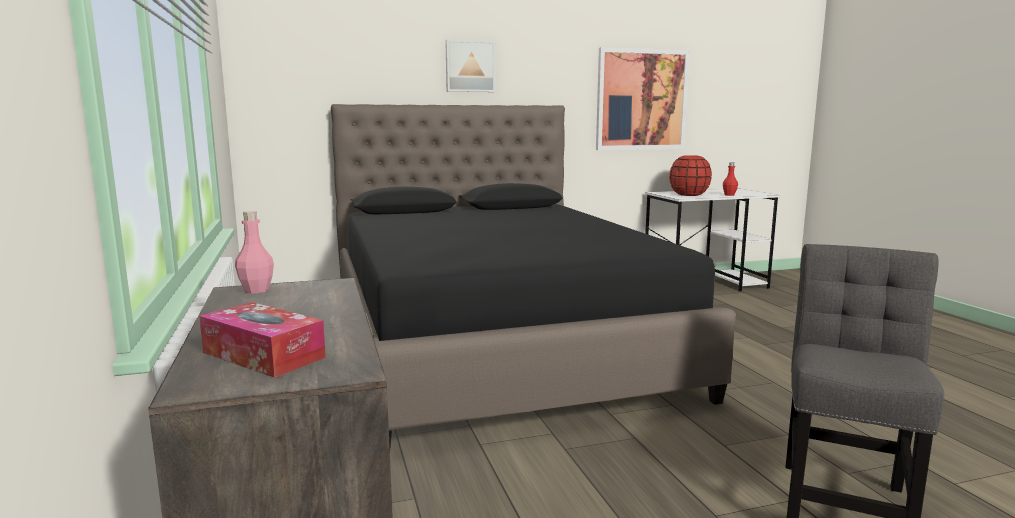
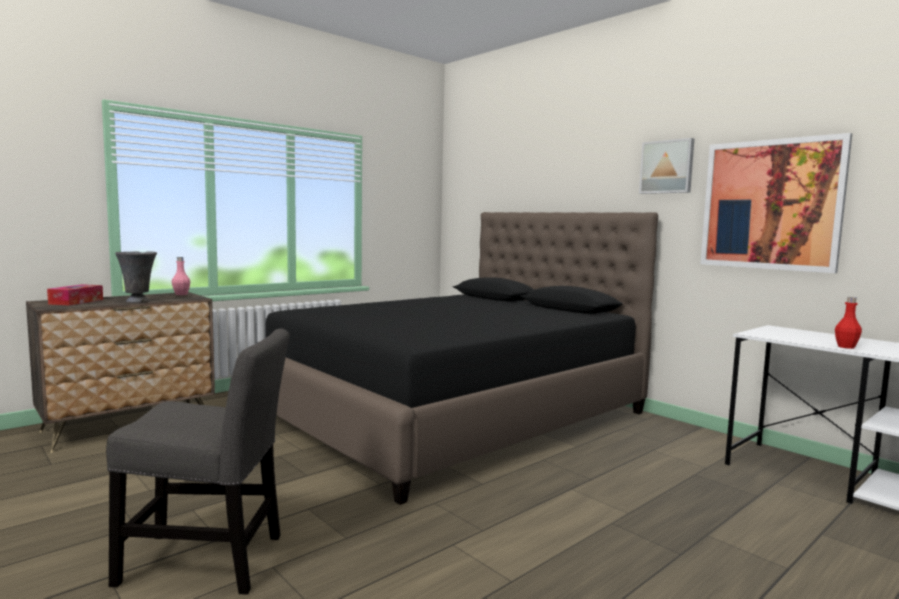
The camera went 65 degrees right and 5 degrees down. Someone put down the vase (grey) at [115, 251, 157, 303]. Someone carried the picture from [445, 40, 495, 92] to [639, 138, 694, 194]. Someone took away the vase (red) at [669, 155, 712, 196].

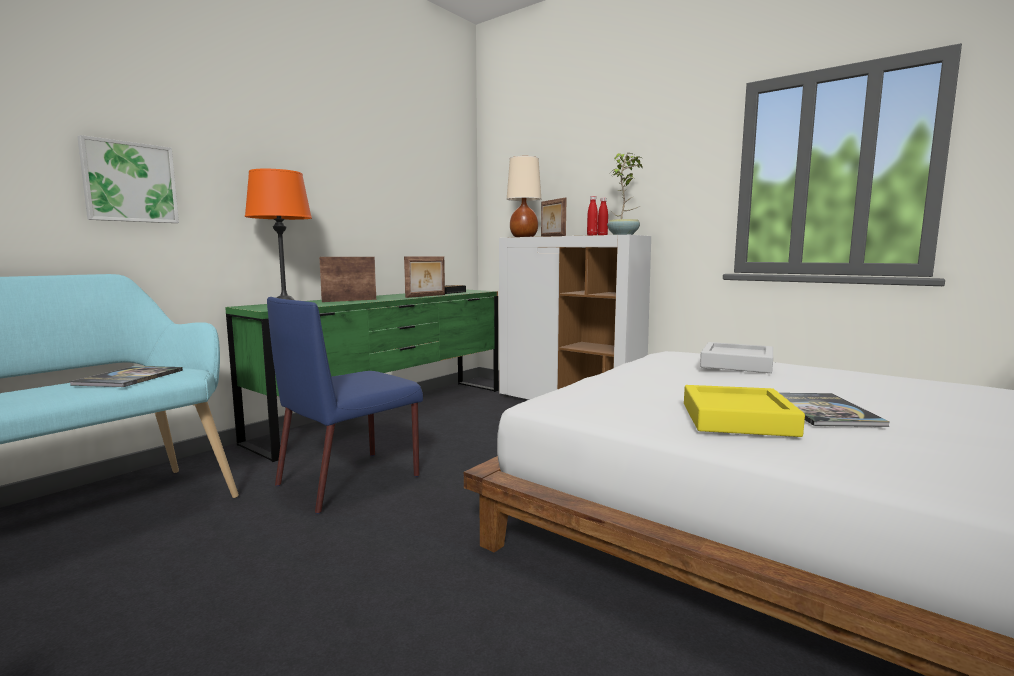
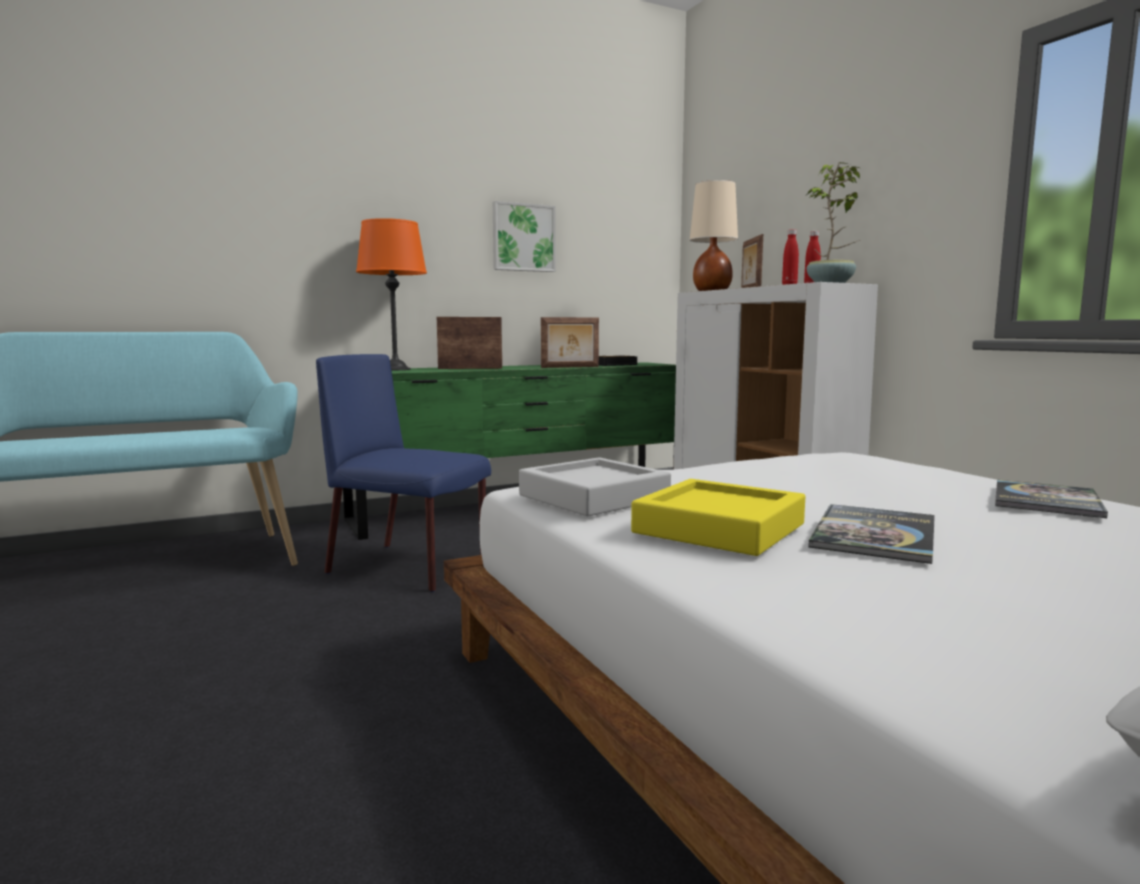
The camera went 25 degrees right and 0 degrees up. Someone rotated the chair (blue) at [267, 297, 423, 514] by 45 degrees clockwise. Someone carried the picture from [77, 135, 179, 223] to [493, 201, 556, 272]. Someone carried the tray (grey) from [700, 342, 773, 373] to [519, 457, 671, 516]. Someone carried the book from [69, 366, 183, 387] to [995, 480, 1108, 518].

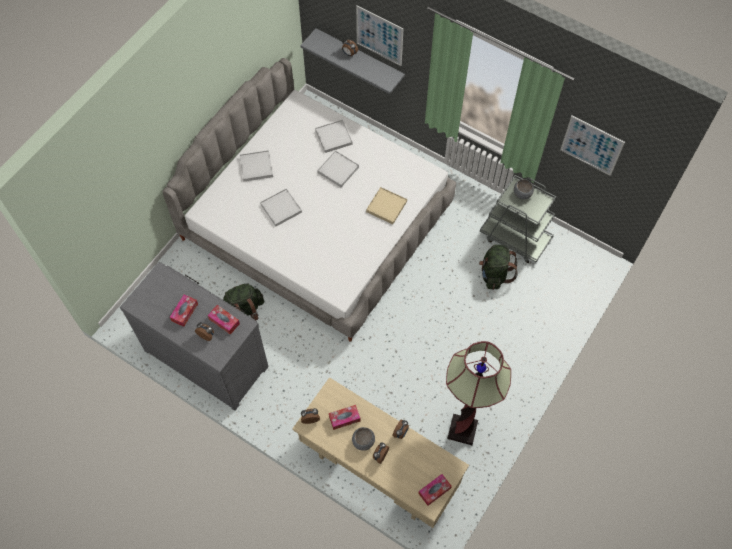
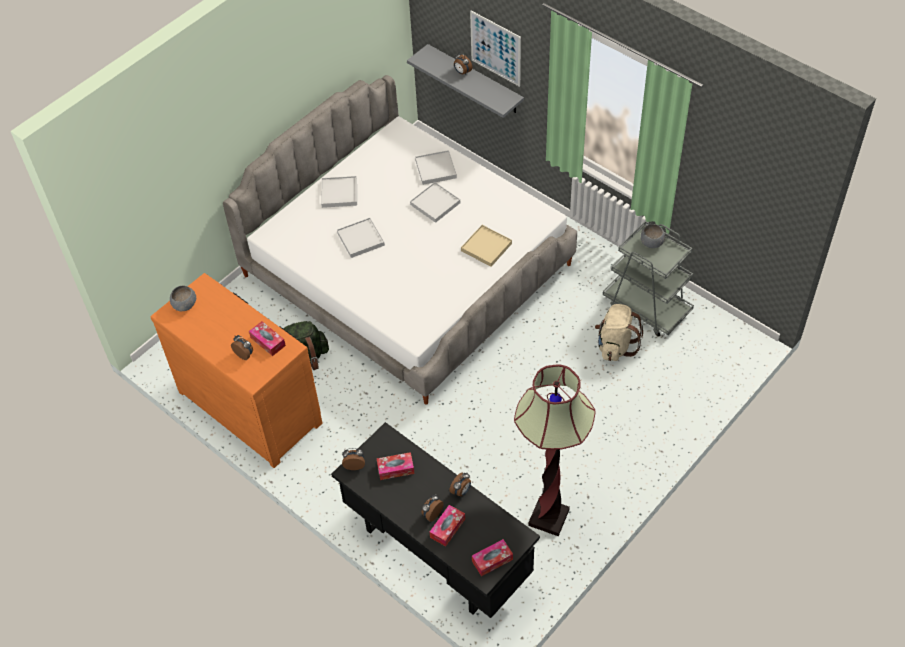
The camera went 10 degrees right and 10 degrees down. Someone repainted the dresser (grey) at [120, 262, 269, 411], which became the dresser (orange) at [151, 273, 322, 468]. Someone carried the bowl (grey) from [352, 427, 375, 451] to [170, 286, 196, 311]. Someone repainted the desk (beige) at [292, 377, 469, 528], which became the desk (black) at [331, 422, 540, 618]. Someone carried the tissue box from [170, 294, 198, 327] to [430, 505, 465, 546]. Someone repainted the backpack (green) at [479, 245, 518, 290], which became the backpack (beige) at [595, 304, 643, 361]. Someone took away the picture at [560, 116, 625, 176].

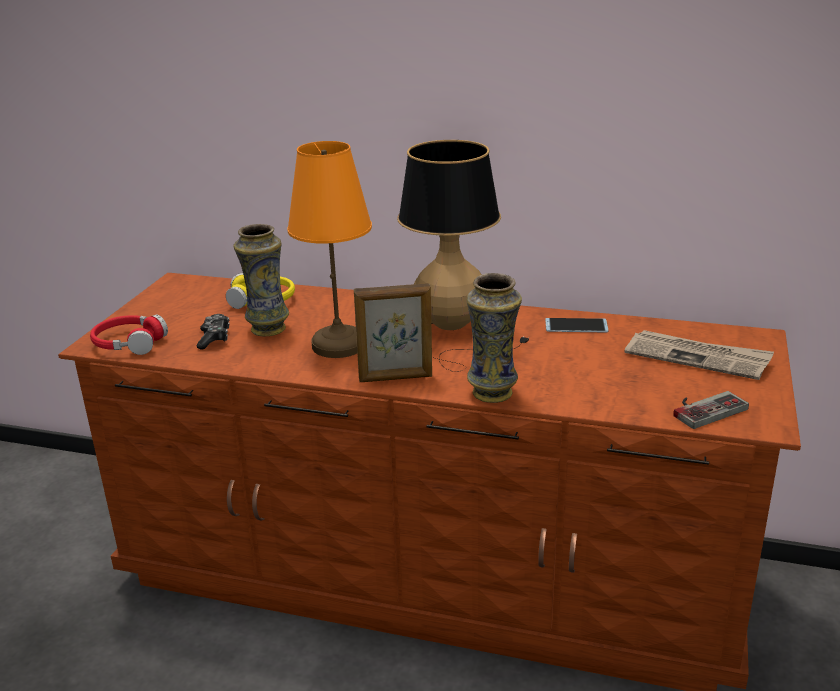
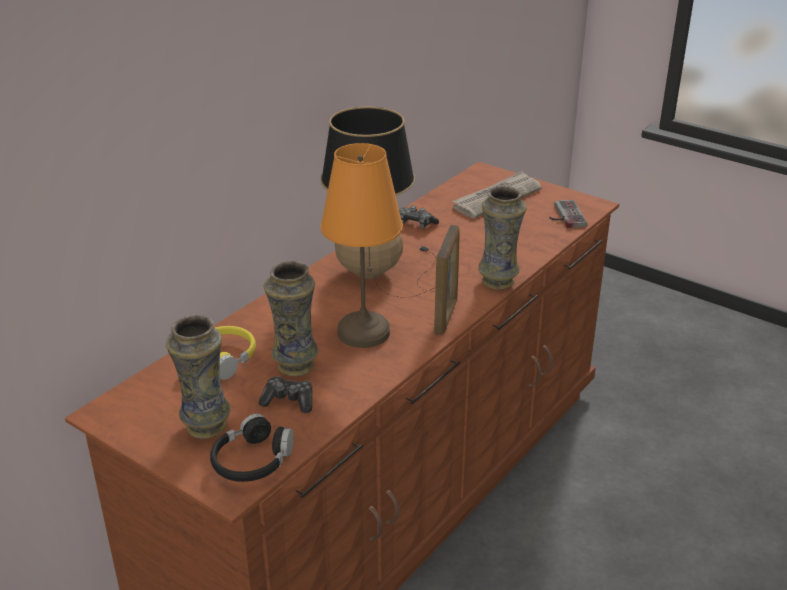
The camera went 70 degrees left and 5 degrees up. Someone put down the vase at [166, 315, 230, 439]. Someone repainted the headphones (red) at [90, 314, 168, 355], which became the headphones (black) at [210, 414, 294, 482]. Someone swapped the phone at [545, 318, 608, 332] for the game controller at [399, 206, 439, 228].

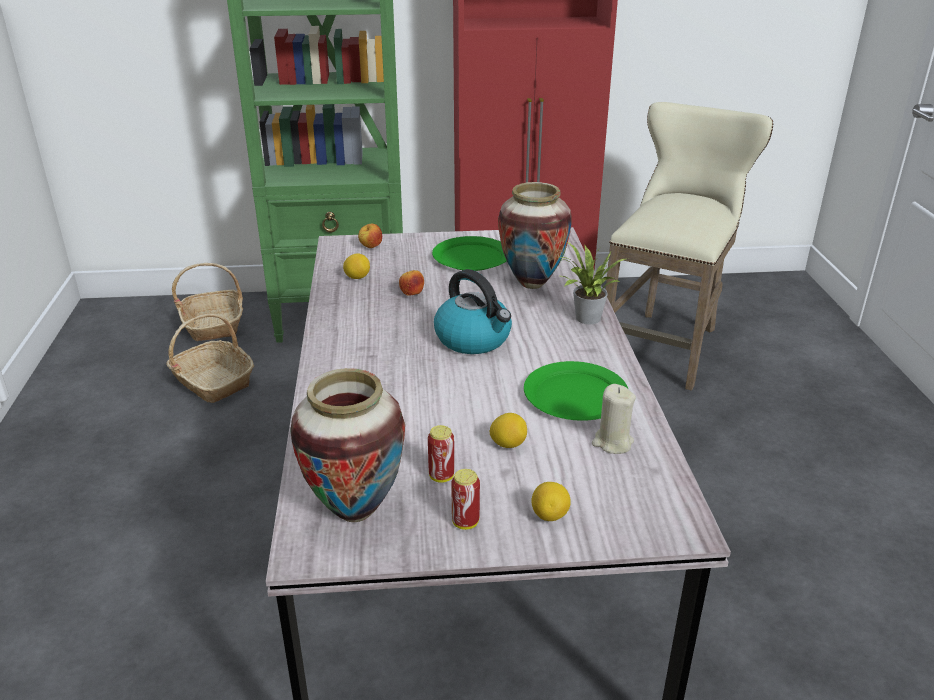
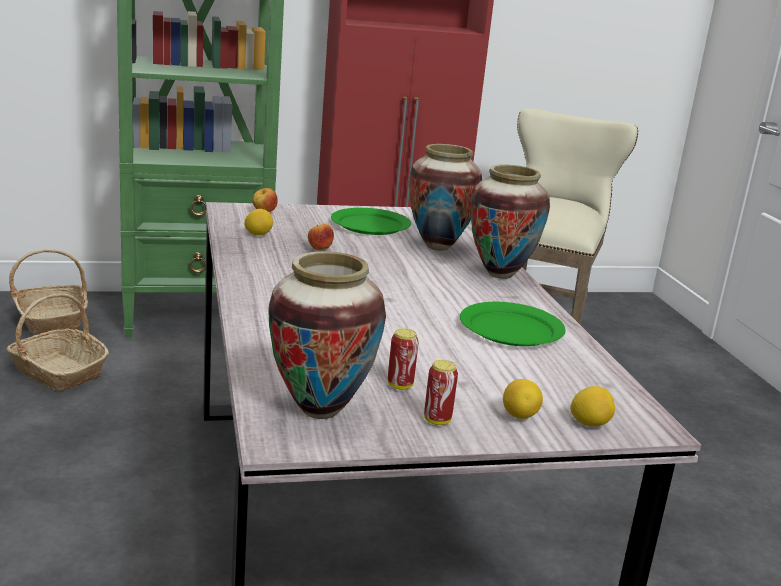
The camera went 10 degrees left and 10 degrees down. Someone swapped the potted plant at [561, 242, 626, 324] for the vase at [471, 165, 550, 279]. Someone carried the lemon from [490, 413, 527, 448] to [570, 386, 615, 426]. Someone took away the kettle at [434, 269, 512, 354]. Someone took away the candle (beige) at [592, 384, 636, 454].

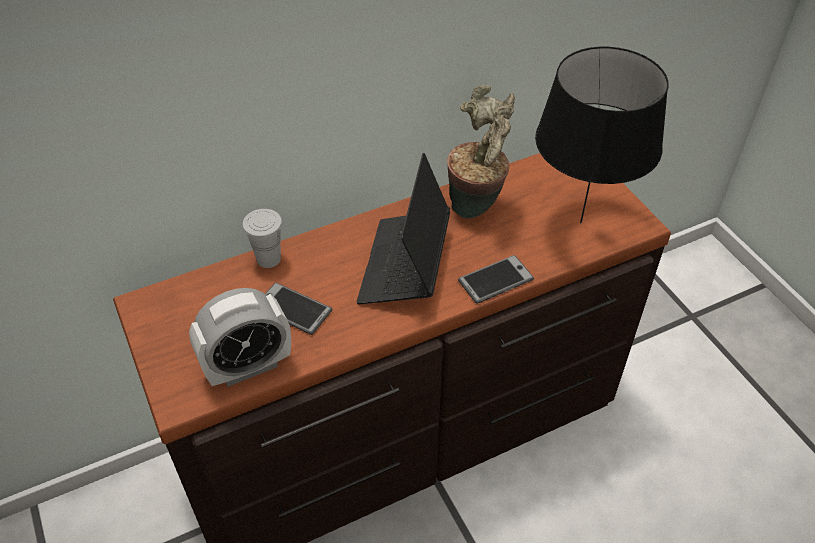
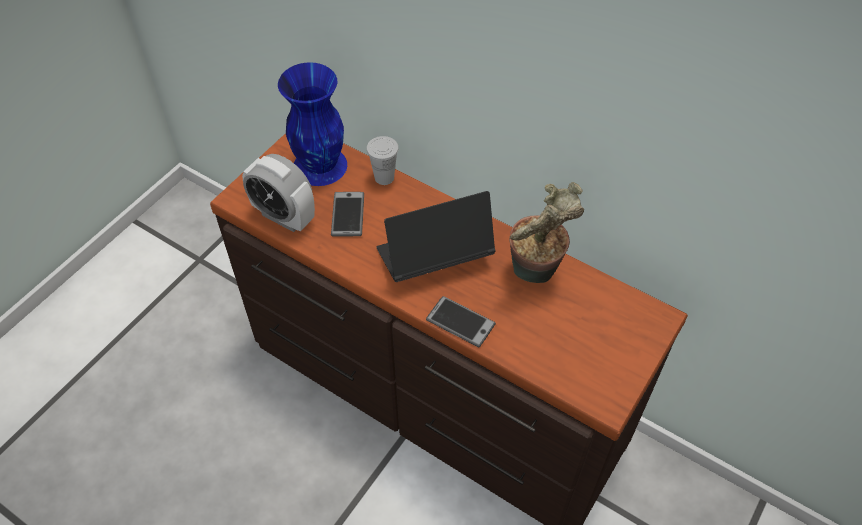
The camera went 60 degrees right and 5 degrees up. Someone put down the vase (blue) at [278, 62, 347, 186]. Someone took away the table lamp (black) at [535, 47, 669, 223].

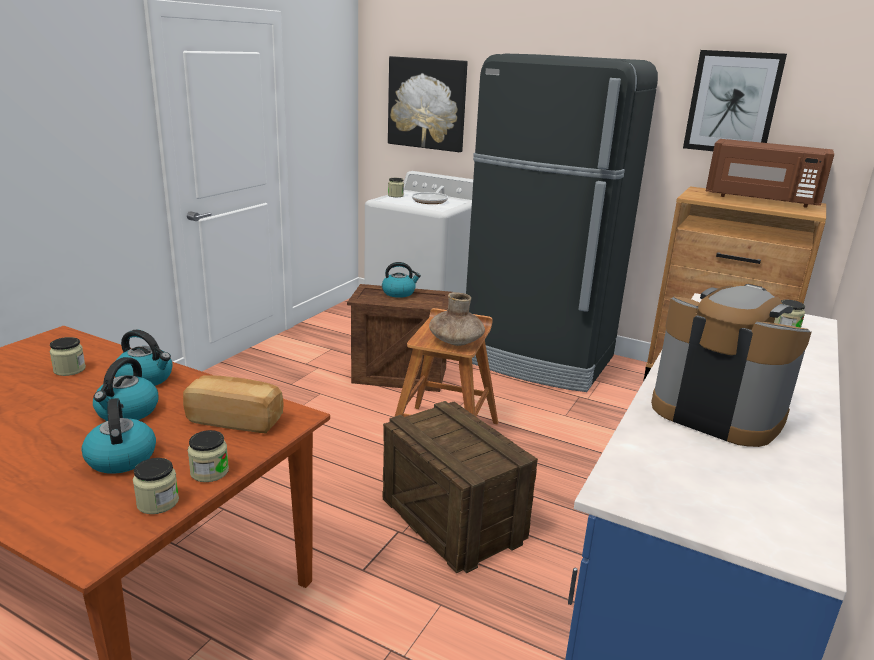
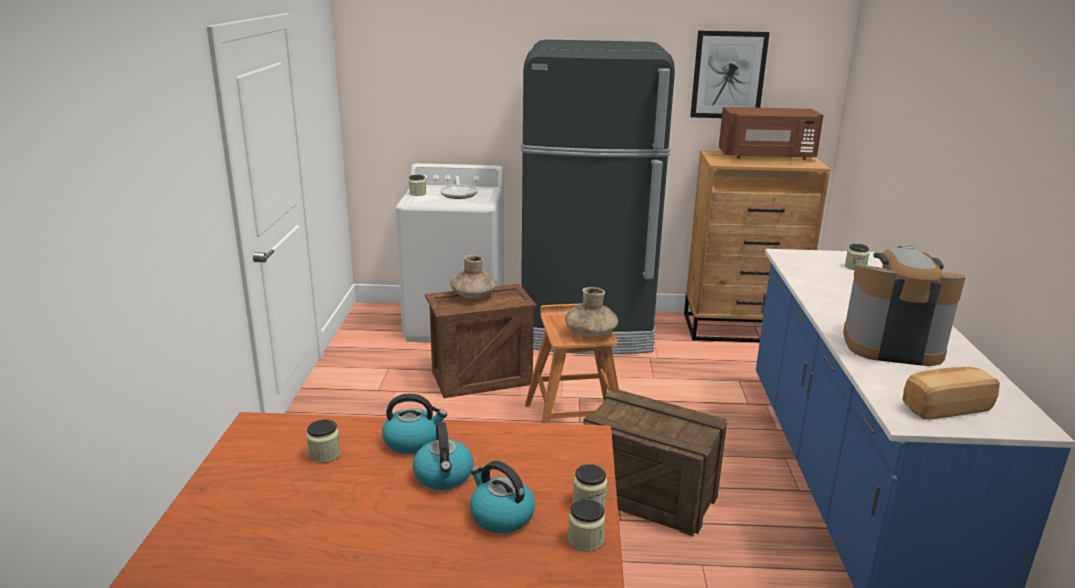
The camera went 25 degrees left and 0 degrees up. Someone swapped the kettle at [382, 262, 421, 298] for the vase (brown) at [450, 255, 496, 299]. Someone carried the bread from [183, 375, 284, 434] to [903, 367, 1000, 420]. Someone took away the picture at [388, 56, 468, 152].

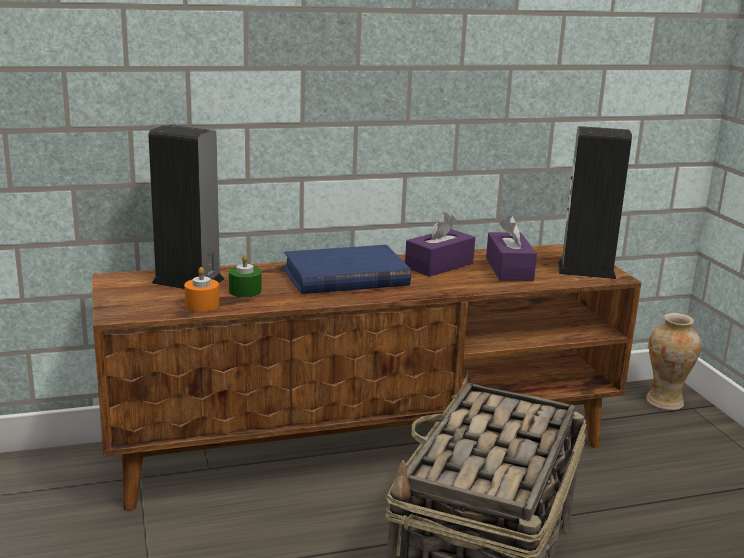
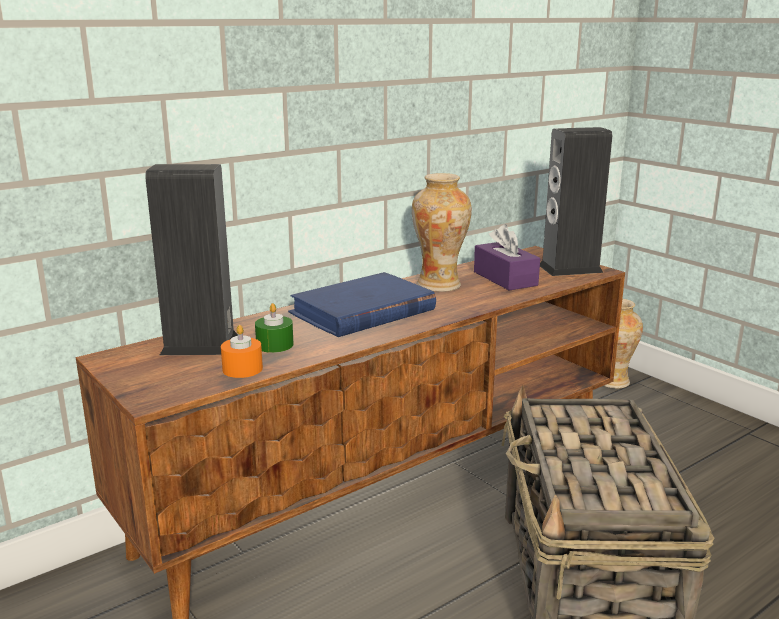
The camera went 20 degrees left and 0 degrees up. Someone swapped the tissue box (purple) at [405, 212, 475, 277] for the vase at [412, 173, 472, 292].

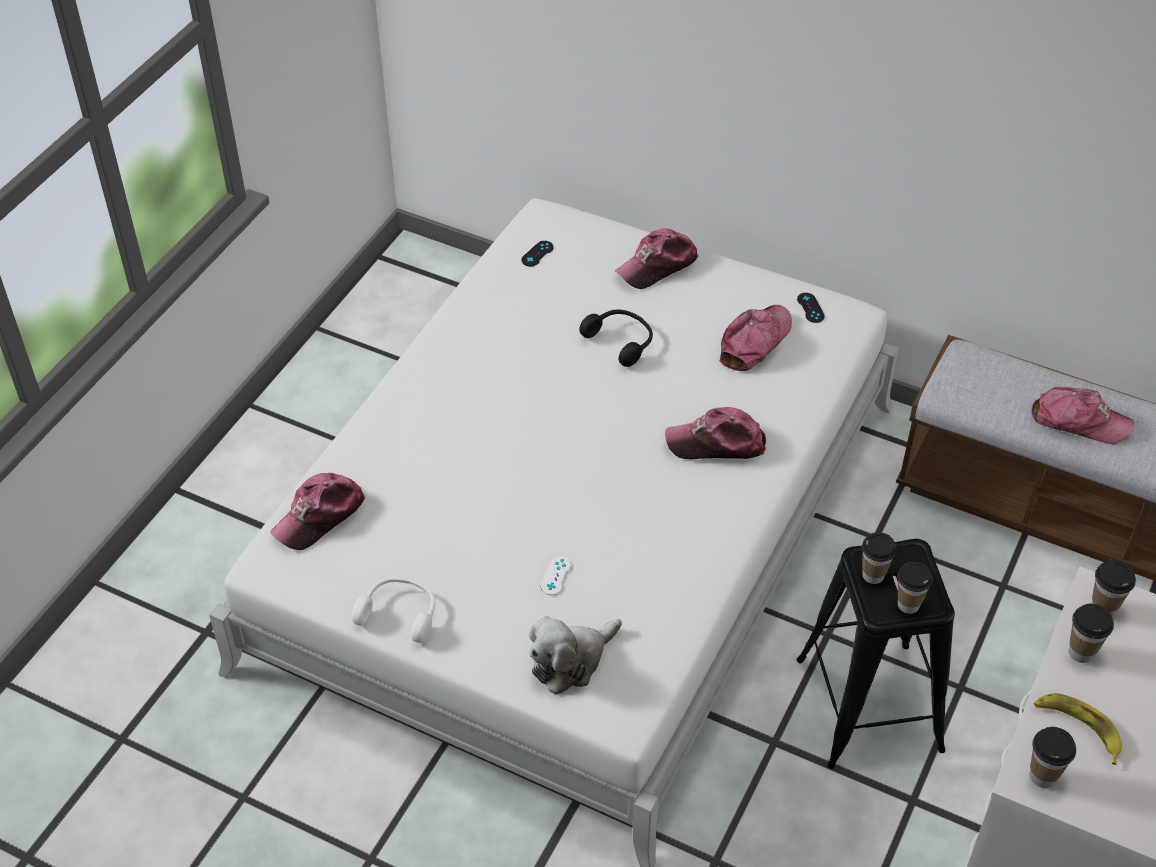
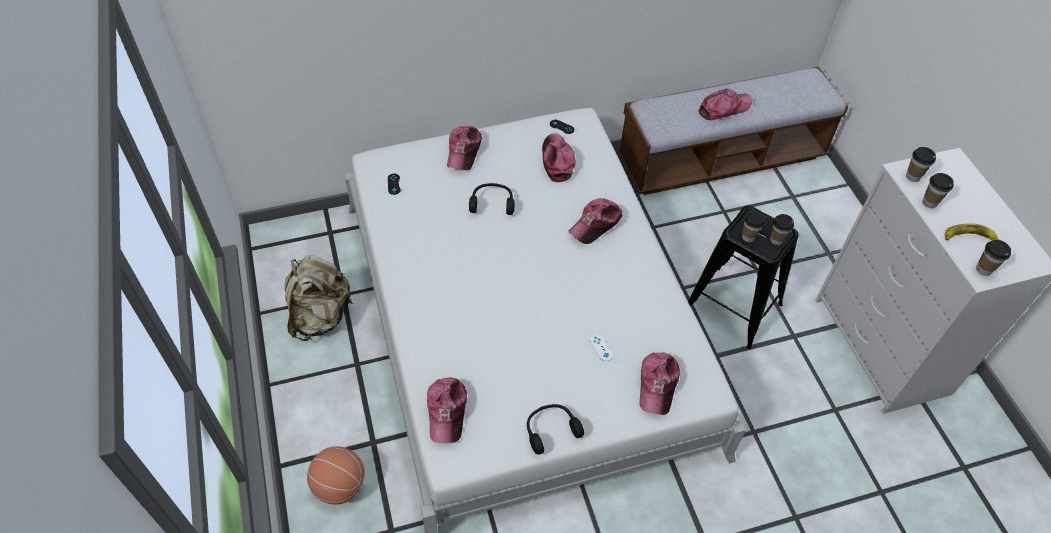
The camera went 45 degrees left and 5 degrees up. Someone put down the backpack (beige) at [285, 255, 353, 341]. Someone put down the basketball at [307, 446, 365, 505]. Someone repainted the headphones (white) at [352, 577, 435, 643], which became the headphones (black) at [527, 404, 584, 454]. Someone swapped the plush toy at [529, 616, 622, 695] for the cap at [640, 352, 680, 415].

